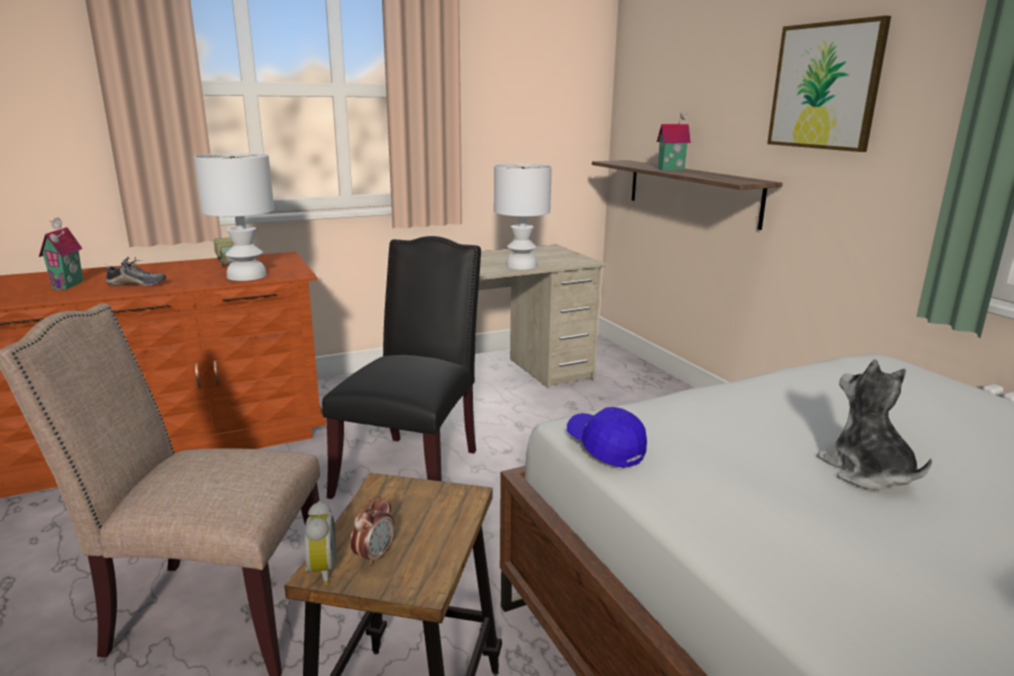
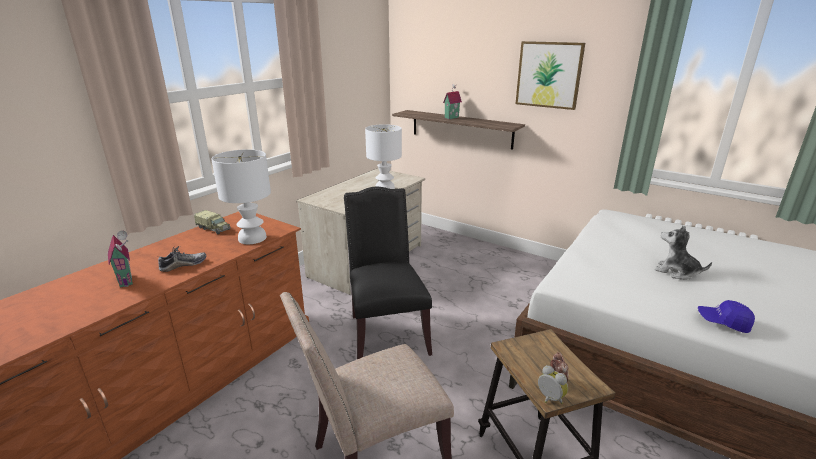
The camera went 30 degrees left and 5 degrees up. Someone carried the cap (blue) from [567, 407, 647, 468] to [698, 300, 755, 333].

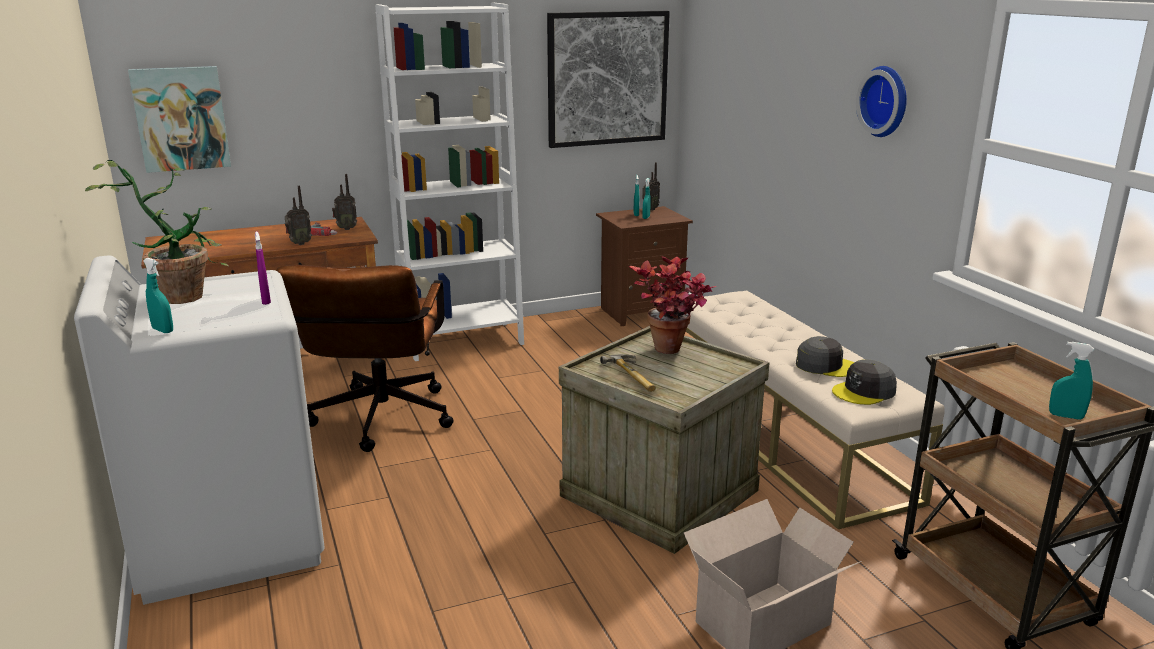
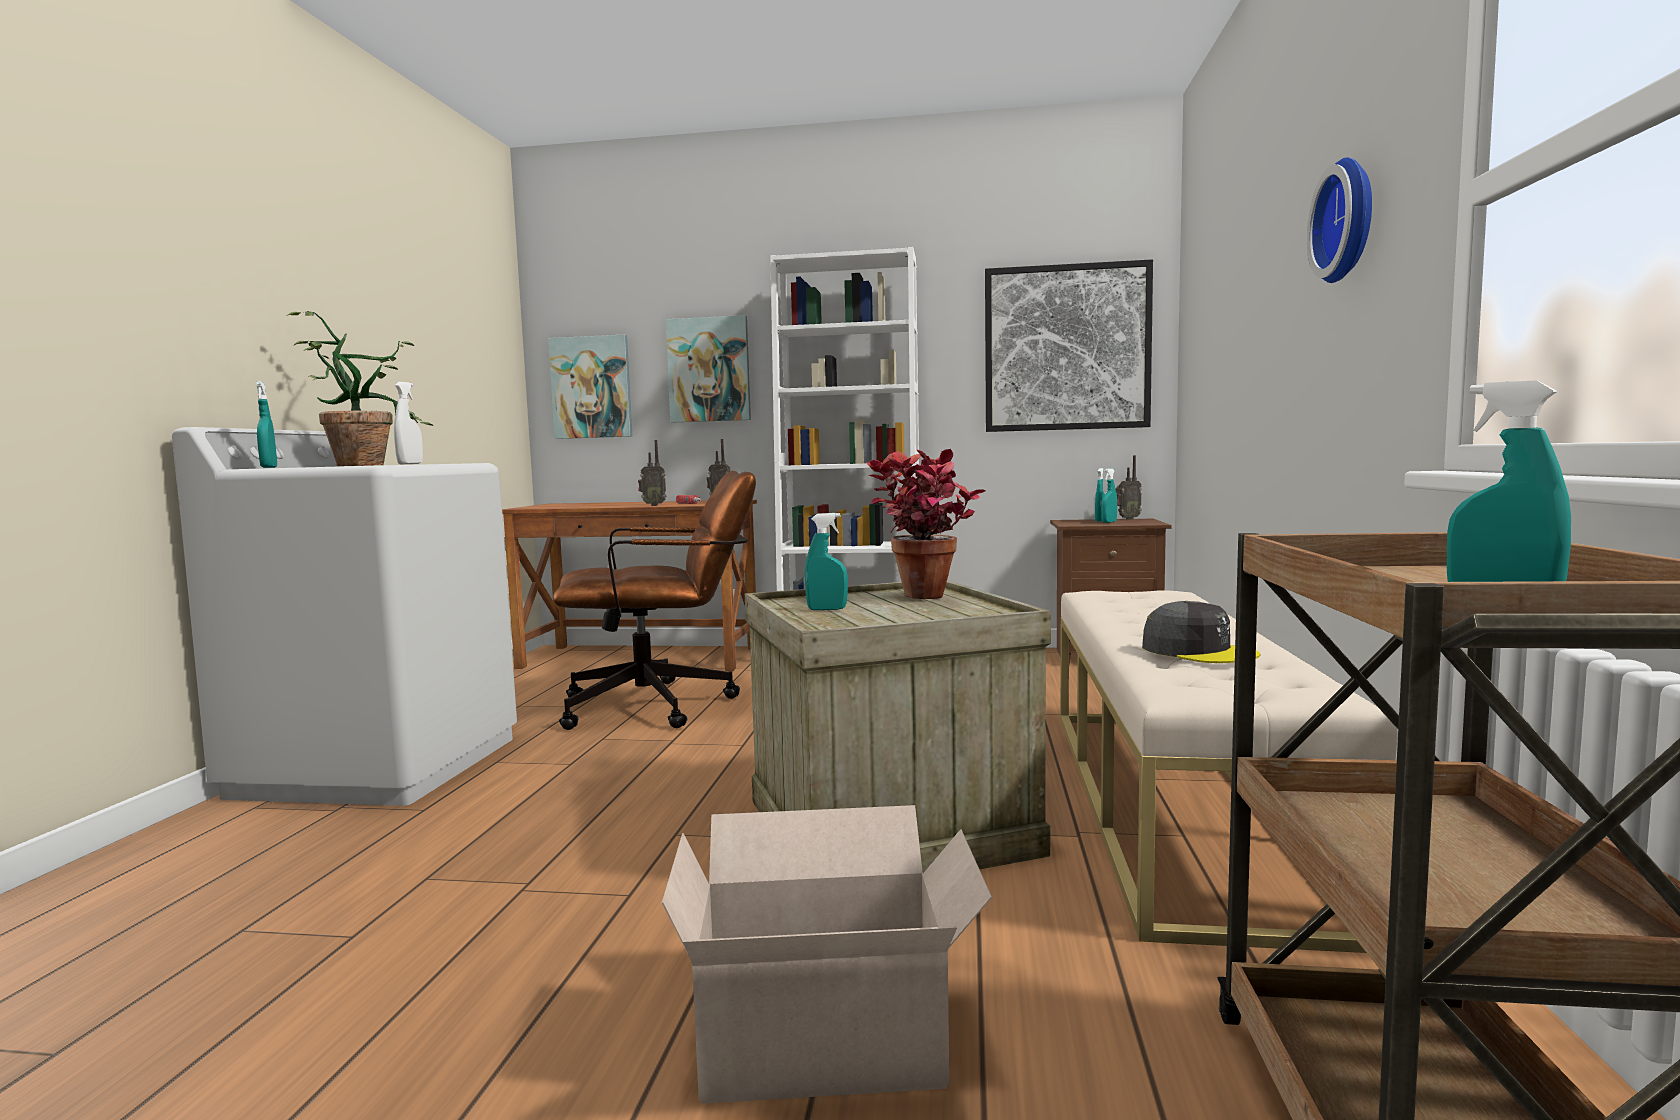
The camera went 30 degrees right and 15 degrees down. Someone repainted the spray bottle (purple) at [255, 231, 271, 305], which became the spray bottle (white) at [394, 382, 423, 464]. Someone rotated the office chair (brown) at [276, 265, 454, 452] by 135 degrees counterclockwise. Someone put up the picture at [665, 315, 751, 422]. Someone swapped the hammer at [600, 354, 656, 392] for the spray bottle (turquoise) at [805, 513, 848, 610]. Someone took away the cap (grey) at [832, 360, 897, 405].

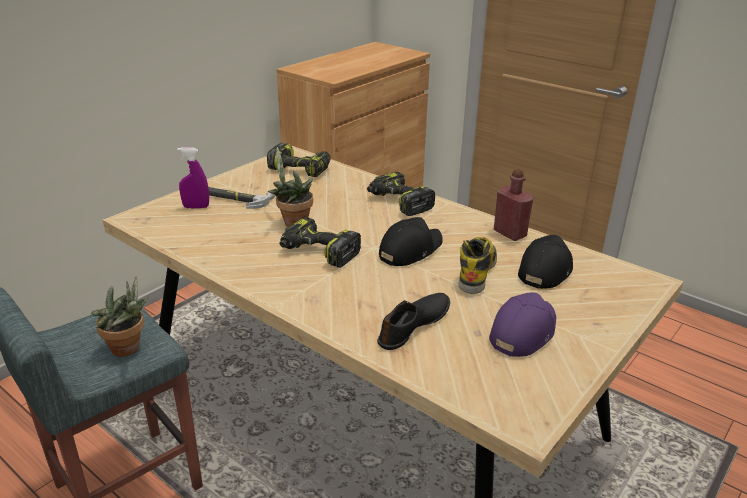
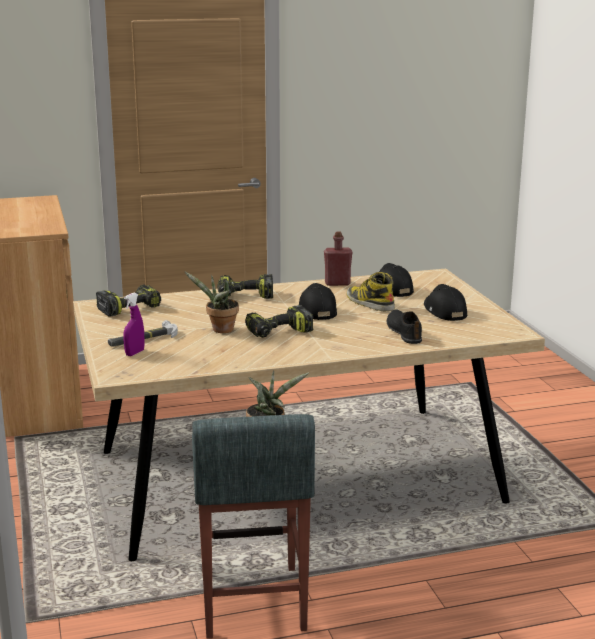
The camera went 55 degrees left and 10 degrees down. Someone repainted the cap (purple) at [489, 292, 556, 357], which became the cap (black) at [424, 284, 467, 321].

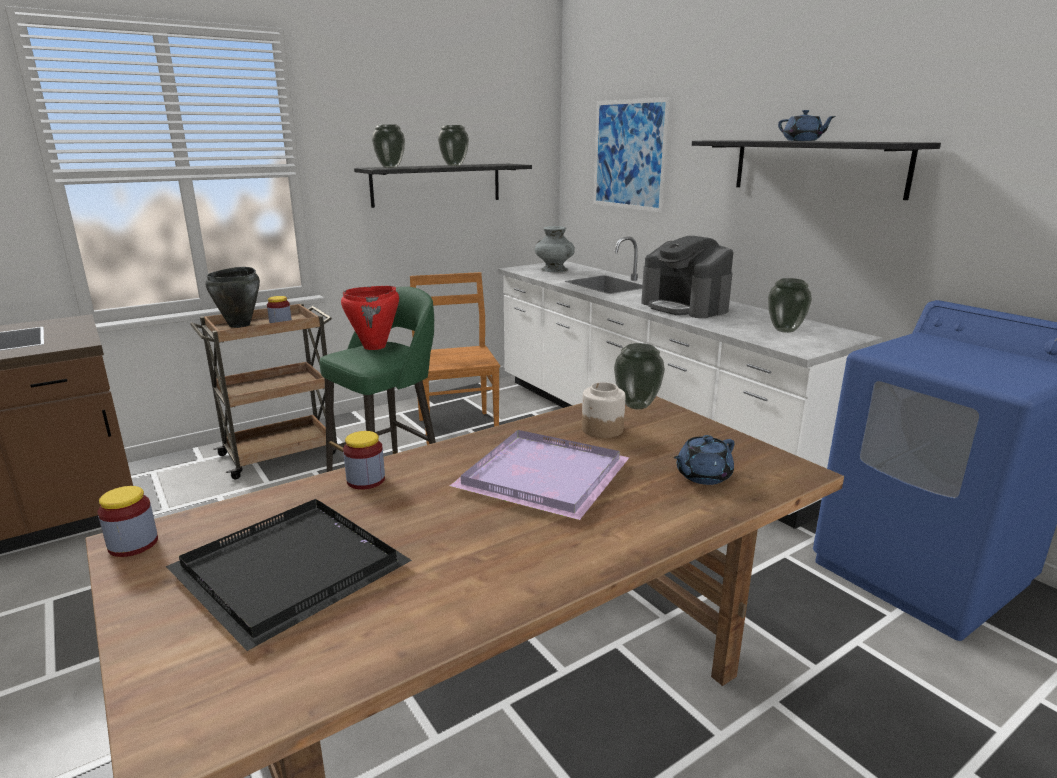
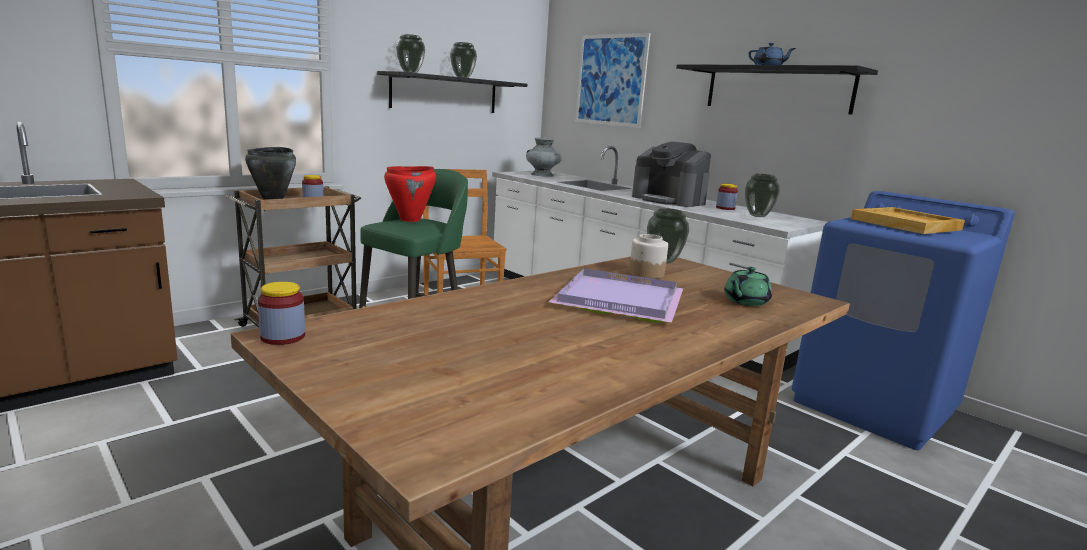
The camera went 10 degrees left and 5 degrees down. Someone carried the jar from [343, 431, 385, 490] to [716, 184, 738, 210]. Someone repainted the teapot (blue) at [674, 435, 735, 485], which became the teapot (green) at [724, 267, 772, 306]. Someone put down the tray (beige) at [851, 207, 965, 234]. Someone took away the tray (black) at [166, 499, 412, 651].

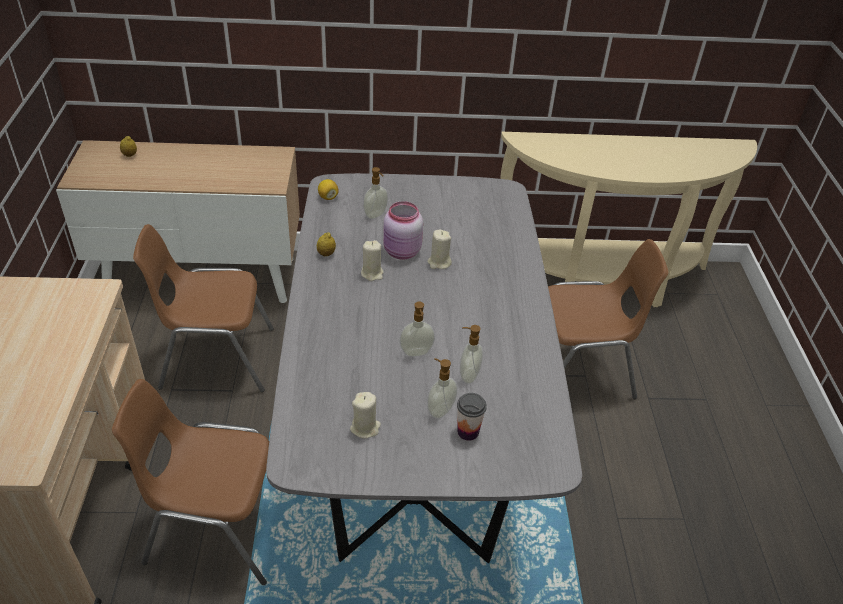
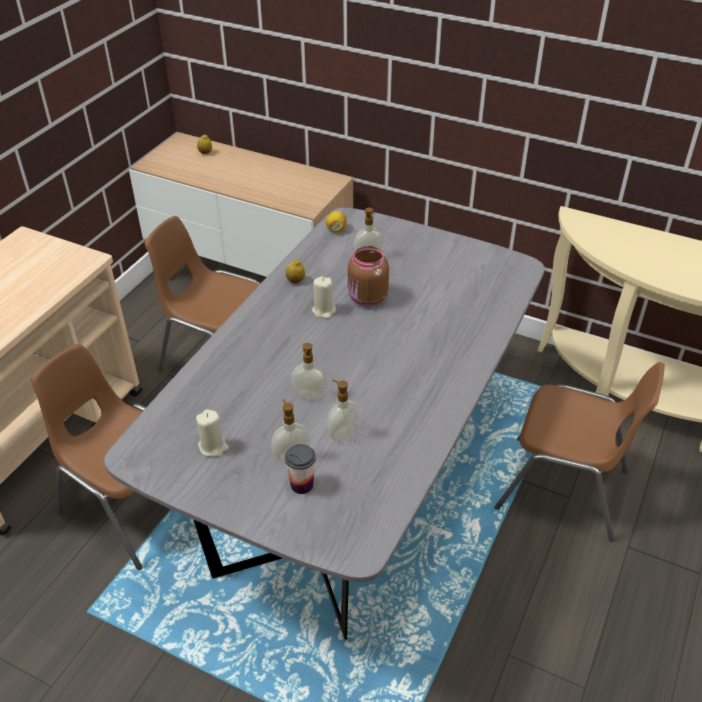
The camera went 30 degrees right and 0 degrees up. Someone repainted the jar (pink) at [383, 201, 423, 259], which became the jar (brown) at [348, 246, 389, 307]. Someone took away the candle (beige) at [427, 230, 452, 269].

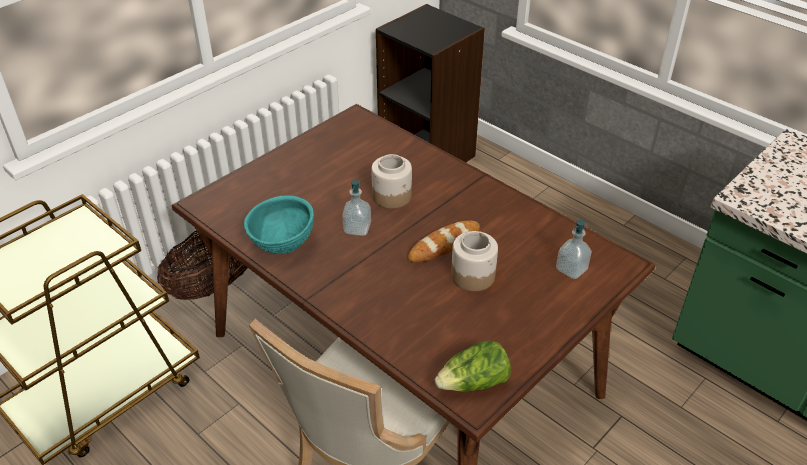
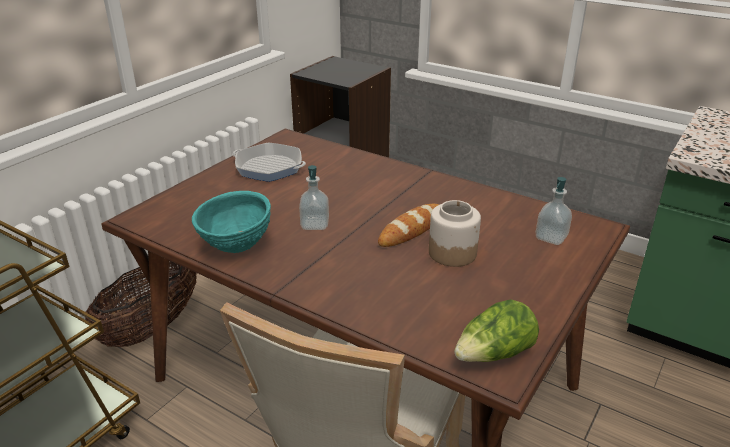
The camera went 10 degrees left and 10 degrees down. Someone put down the frying pan at [232, 142, 306, 182]. Someone took away the jar at [371, 154, 412, 209].

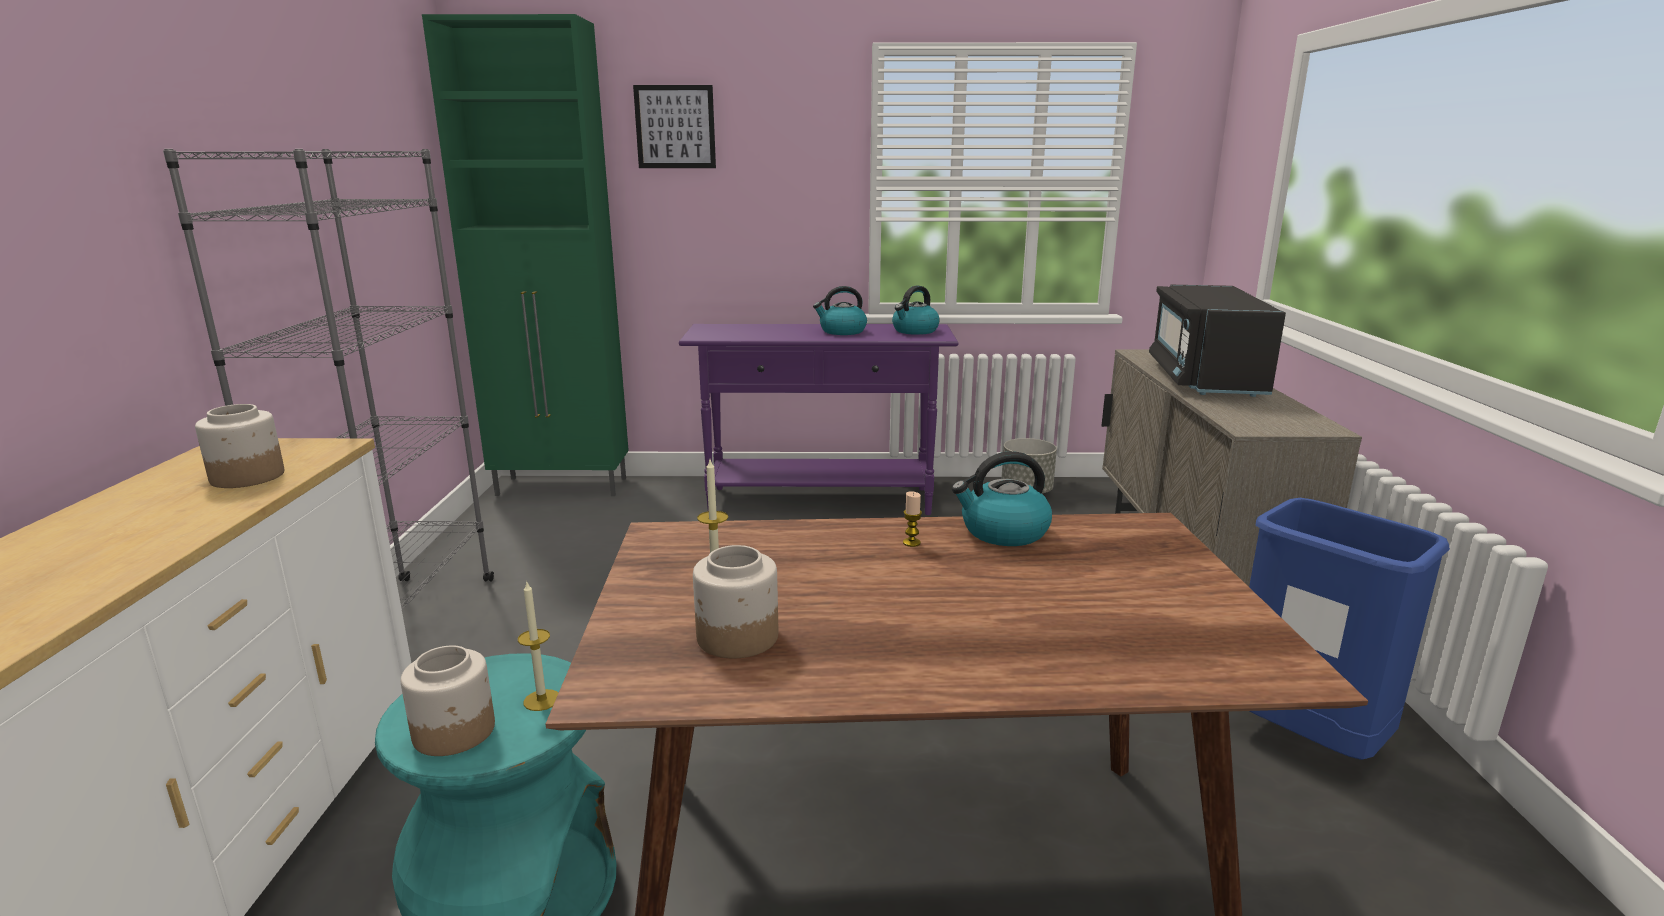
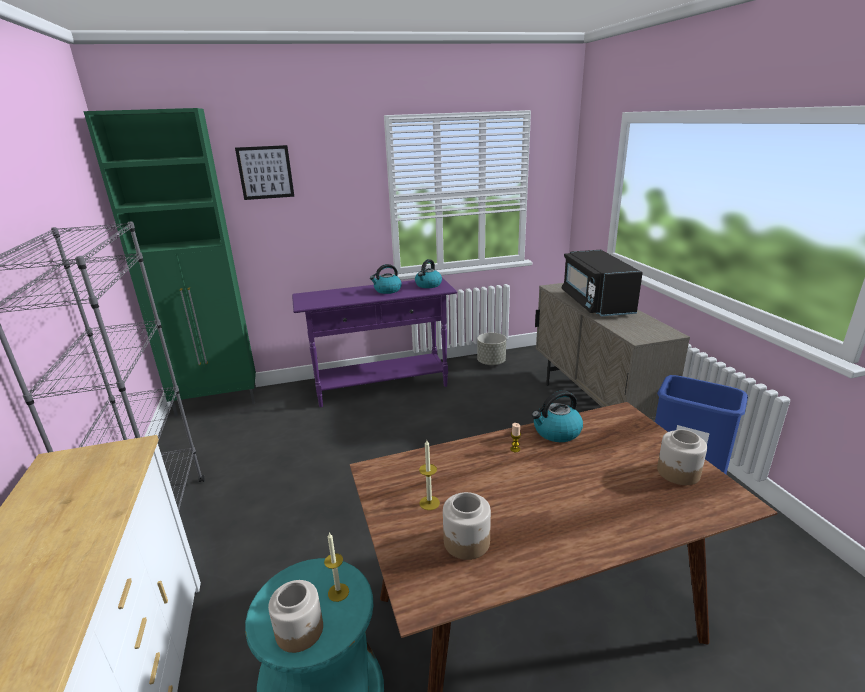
The camera went 15 degrees left and 5 degrees up. Someone carried the jar from [195, 404, 284, 488] to [657, 429, 707, 485].

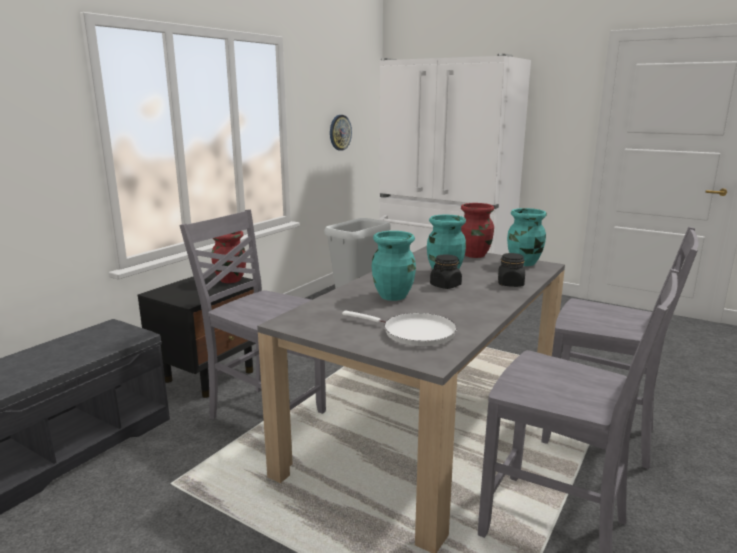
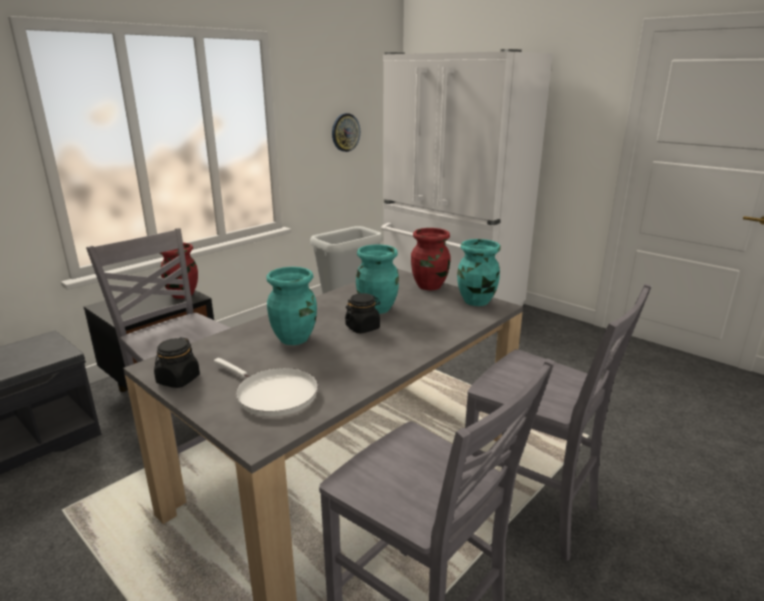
The camera went 10 degrees right and 5 degrees up. Someone carried the jar (black) from [498, 253, 525, 287] to [154, 337, 200, 388].

